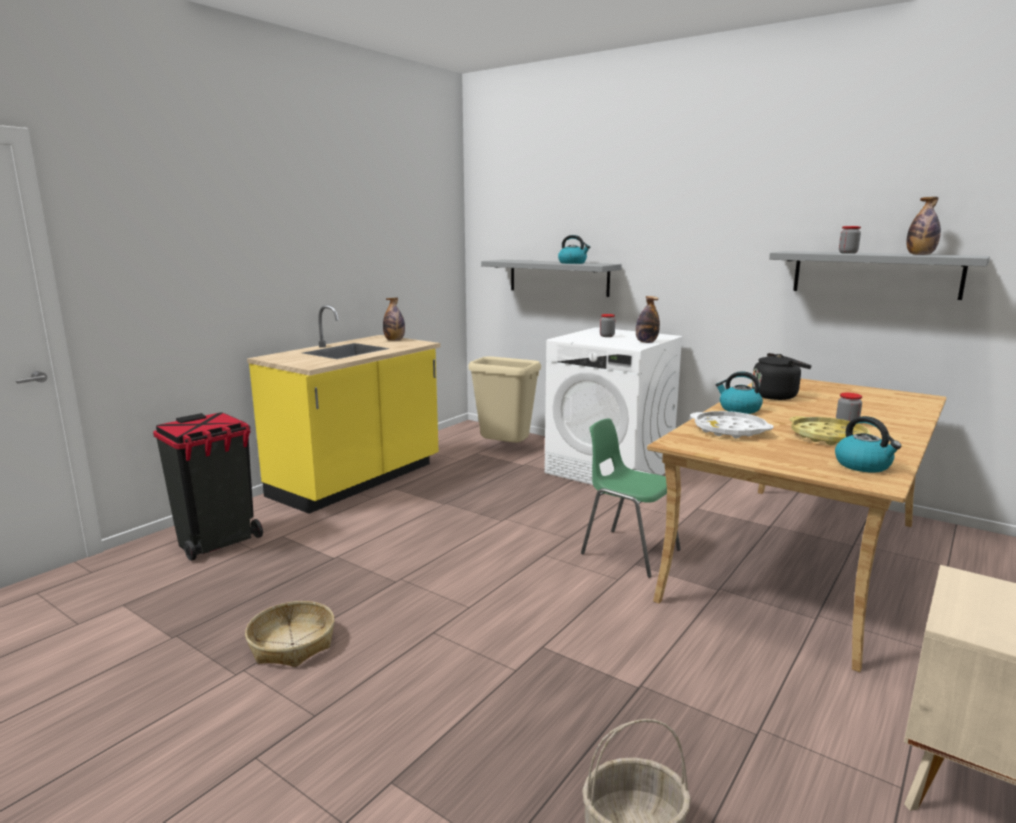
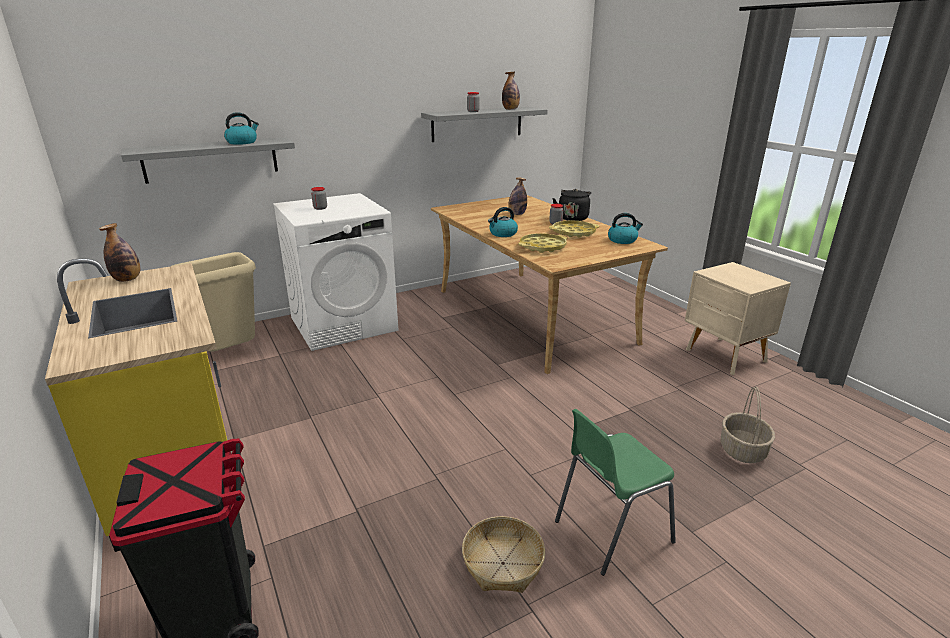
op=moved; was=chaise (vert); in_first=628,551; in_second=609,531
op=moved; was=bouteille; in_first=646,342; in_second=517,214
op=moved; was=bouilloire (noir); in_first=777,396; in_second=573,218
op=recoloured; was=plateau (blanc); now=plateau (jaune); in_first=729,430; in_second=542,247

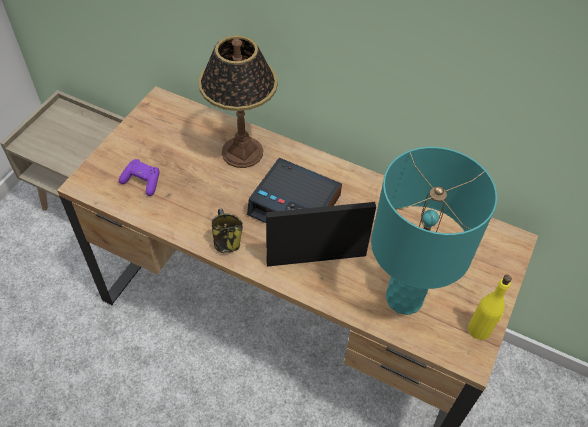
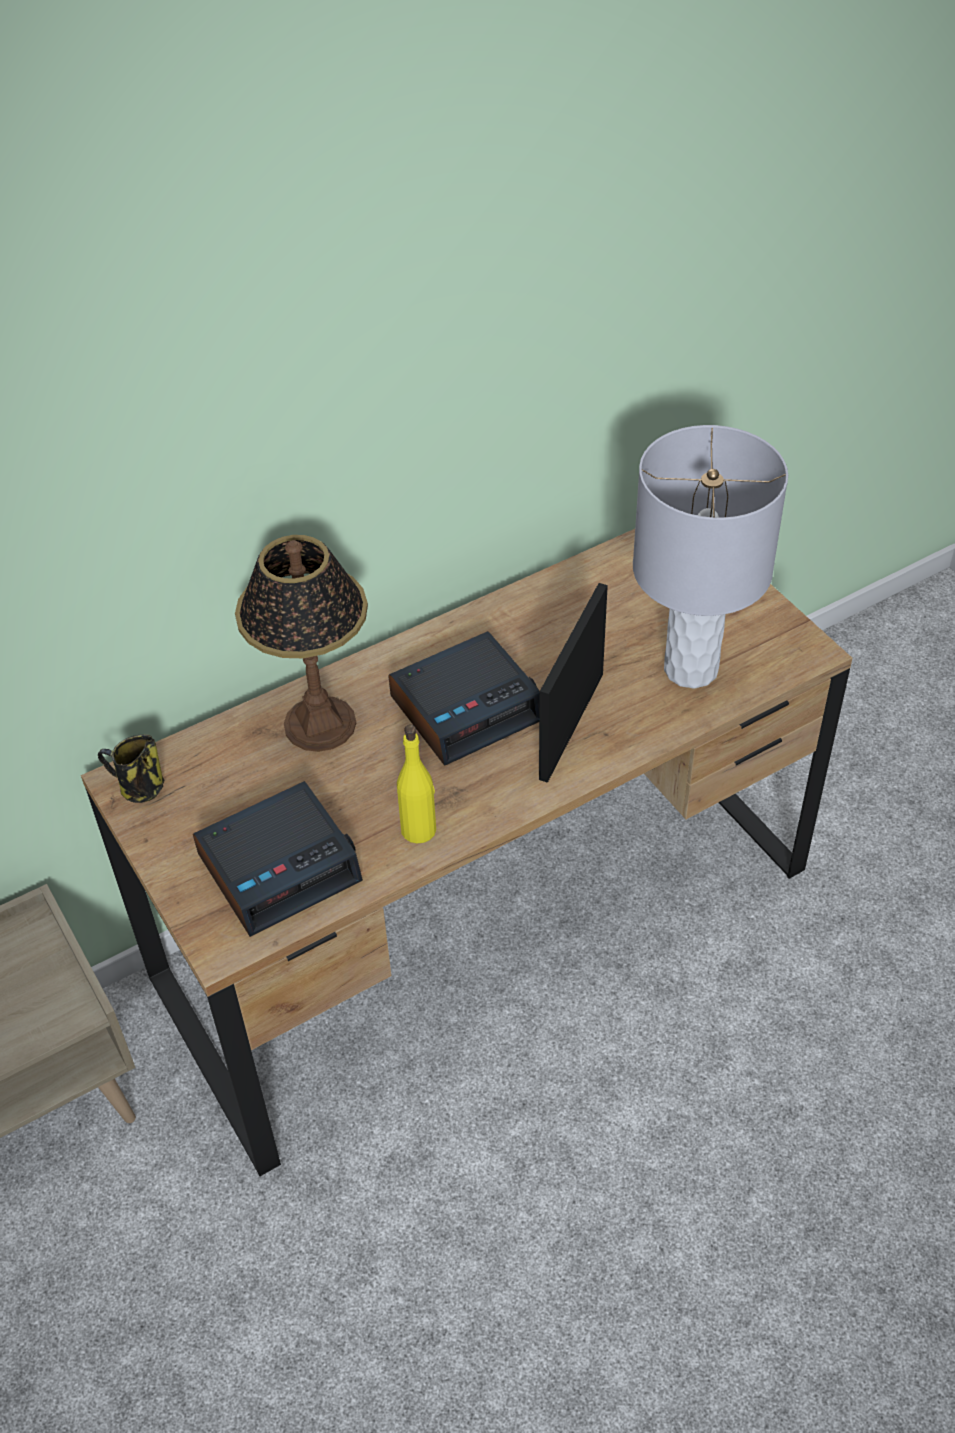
op=moved; was=mug; in_first=226,242; in_second=140,788
op=moved; was=bouteille (jaune); in_first=479,329; in_second=419,829
op=replaced; was=manette (violet); now=réveil; in_first=142,182; in_second=280,866
op=recoloured; was=lampe de table (turquoise); now=lampe de table (gris); in_first=404,299; in_second=691,669

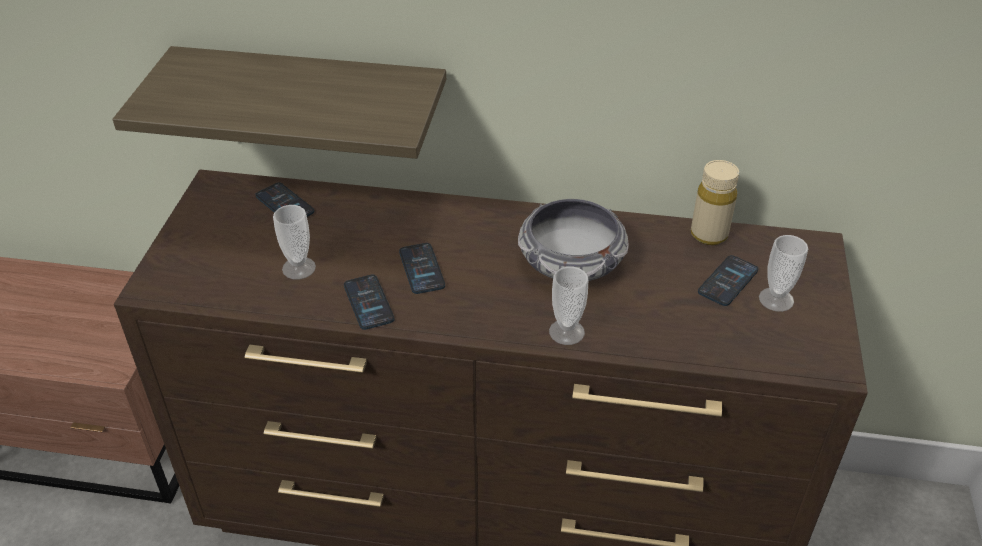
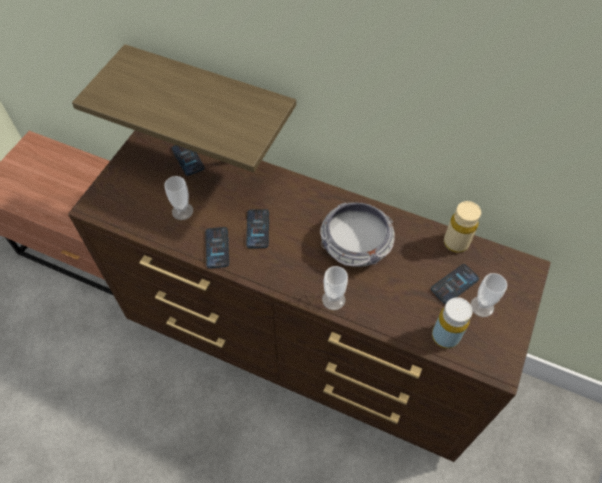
op=added; now=bouteille (jaune); in_second=445,336

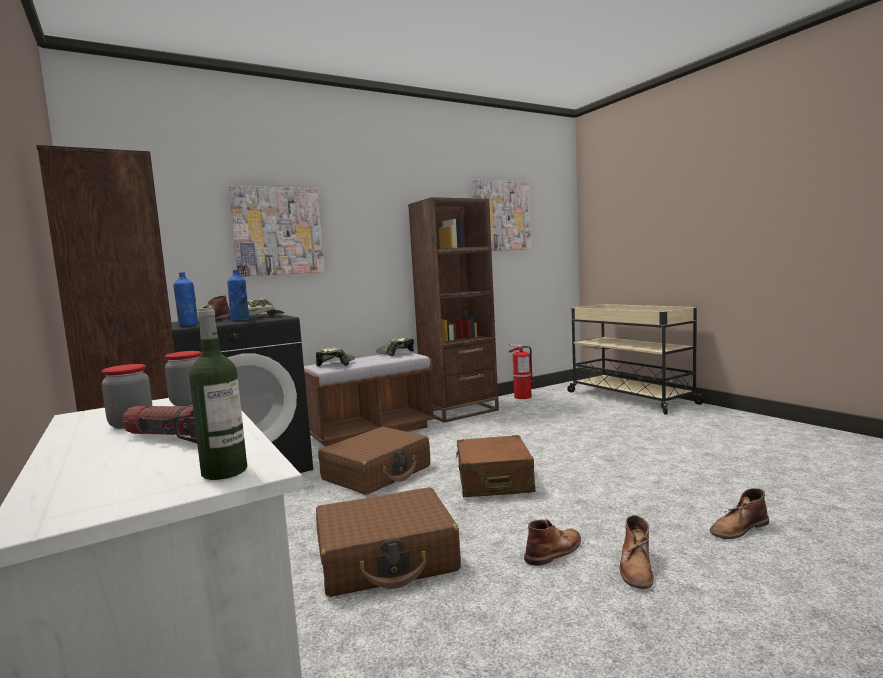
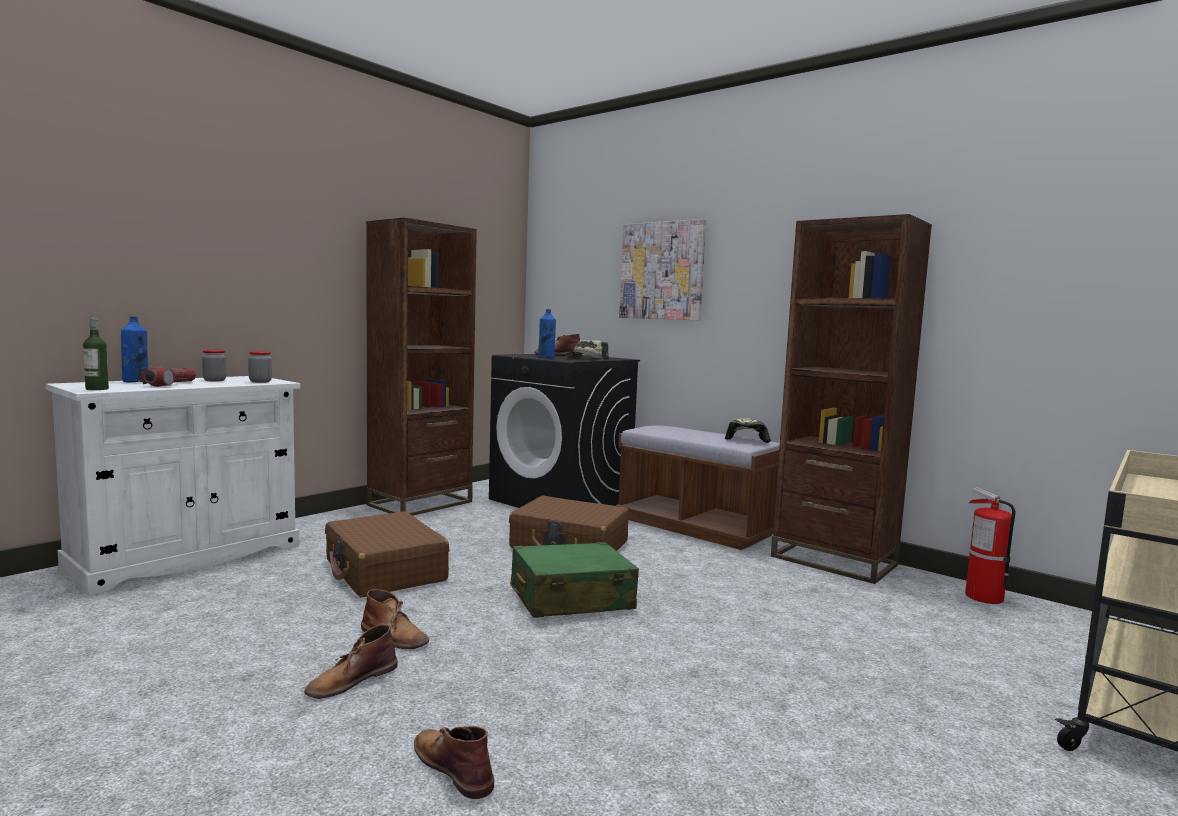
op=removed; was=casquette; in_first=336,364
op=removed; was=tableau; in_first=501,216
op=moved; was=bouteille (bleu); in_first=188,326; in_second=136,382
op=recoloured; was=valise (marron); now=valise (vert); in_first=494,481; in_second=570,599
op=turned; was=botte (marron); in_first=636,567; in_second=351,680; clockwise=-45

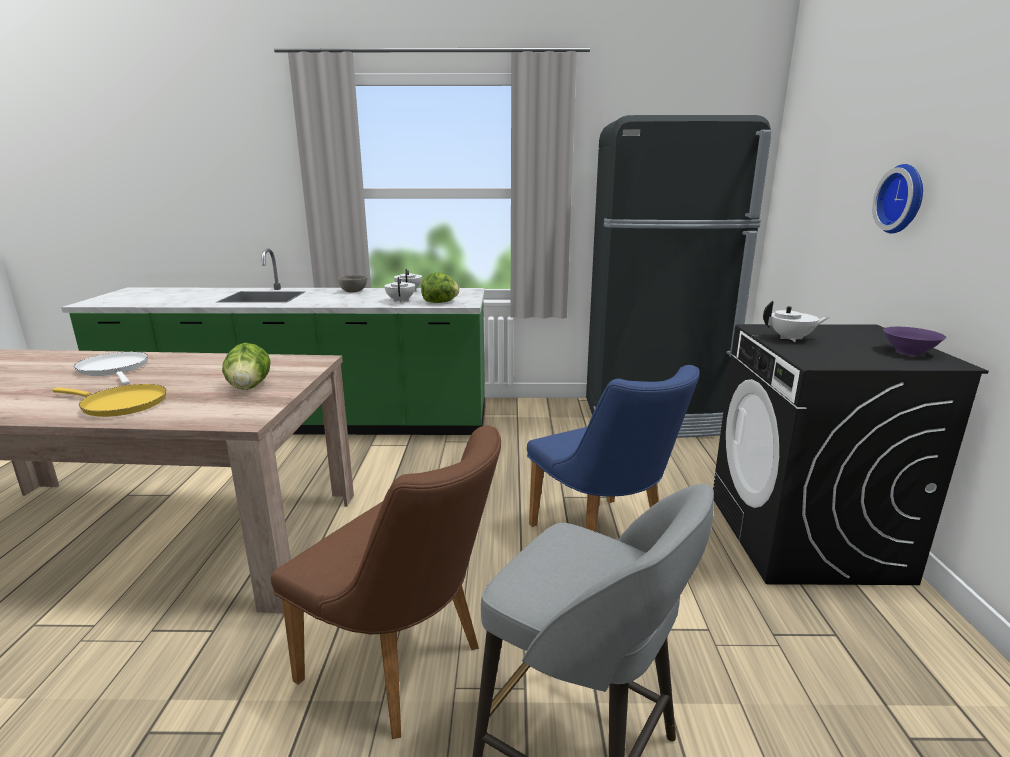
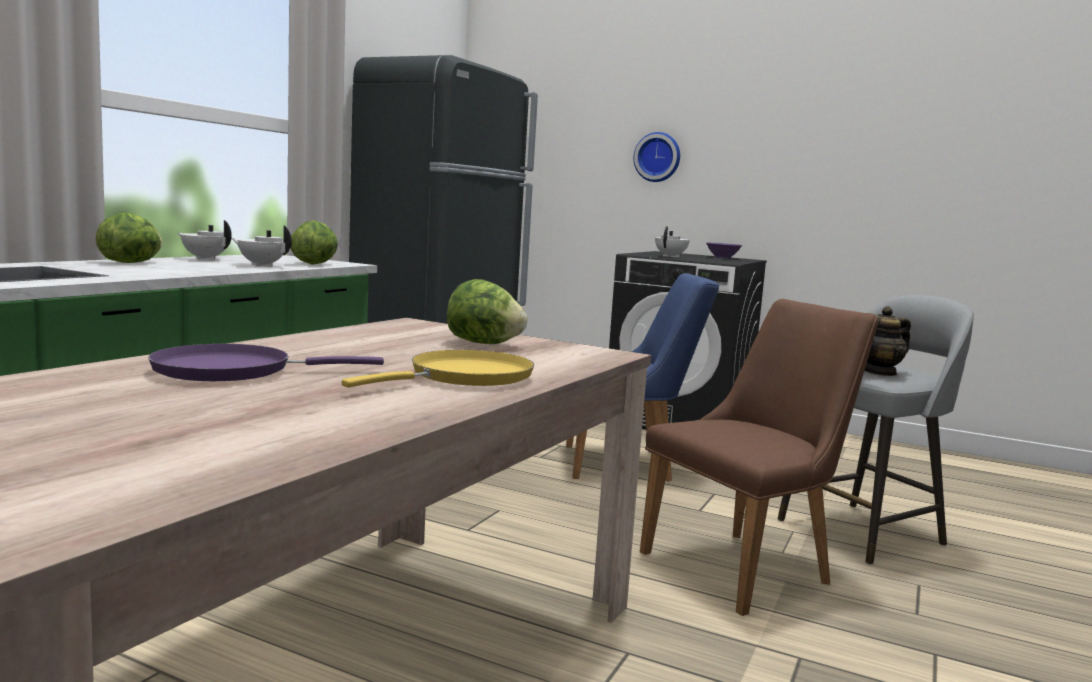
op=added; now=théière; in_second=879,372
op=replaced; was=bol (gris); now=laitue; in_first=353,292; in_second=131,262
op=recoloured; was=poêle (blanc); now=poêle (violet); in_first=114,369; in_second=233,371

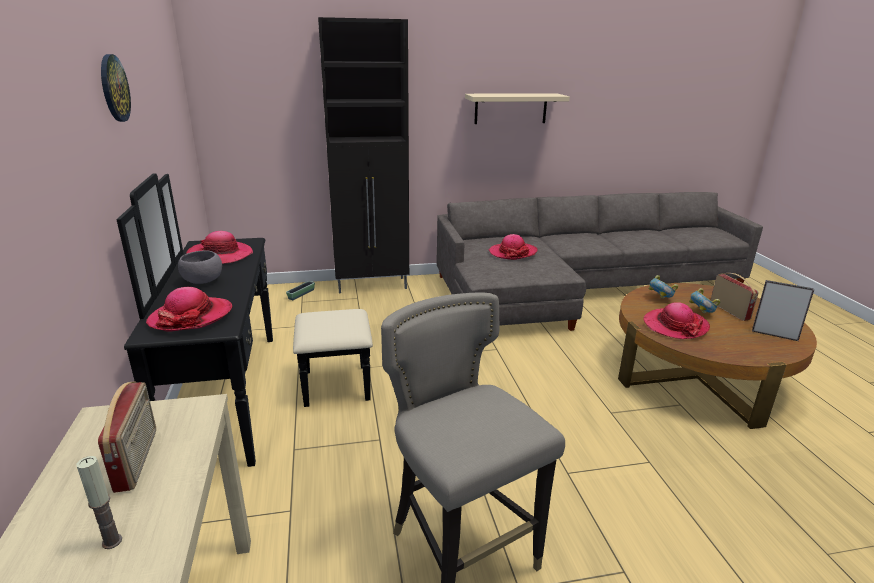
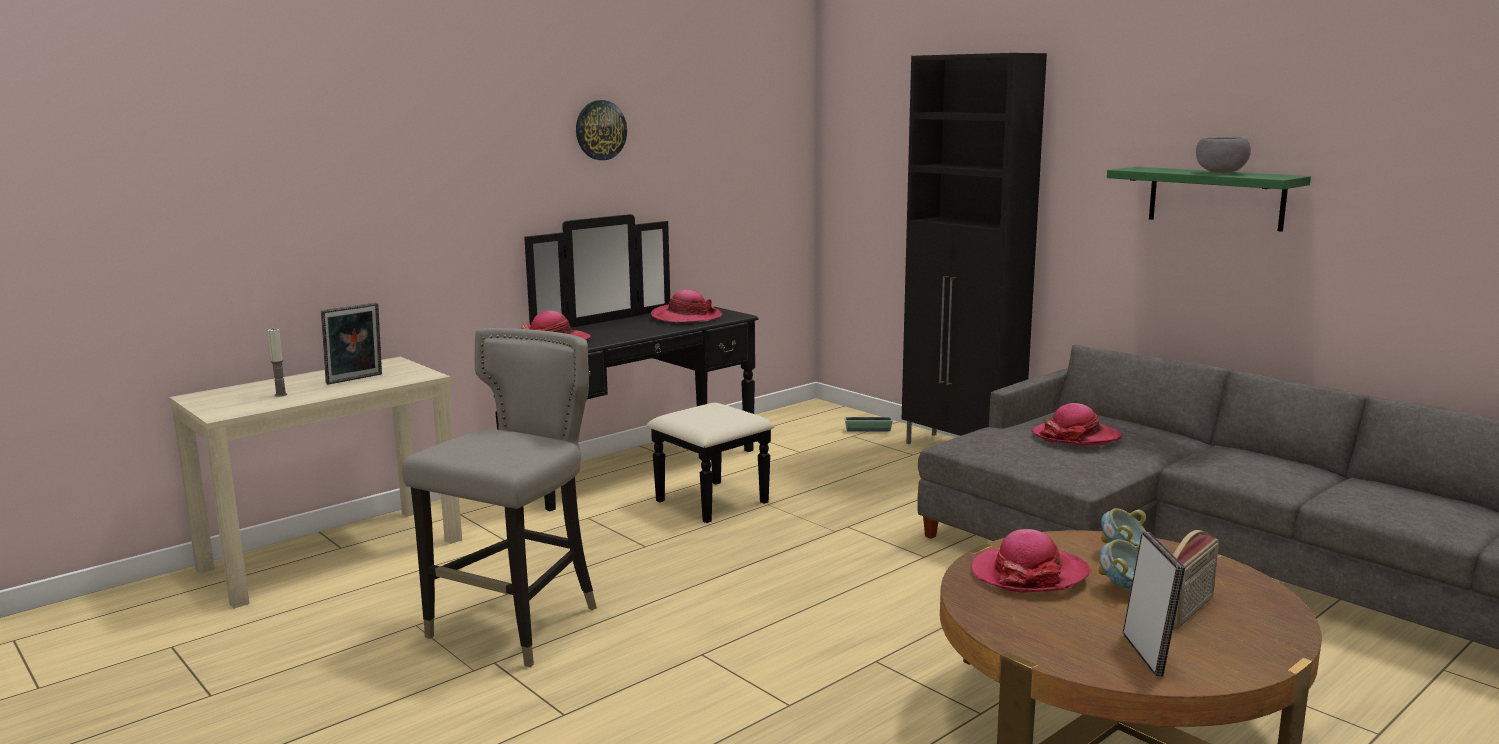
op=moved; was=bol (gris); in_first=203,281; in_second=1221,173
op=replaced; was=radio; now=cadre photo; in_first=138,459; in_second=355,379
op=recoloured; was=étagère (beige); now=étagère (vert); in_first=510,108; in_second=1215,198

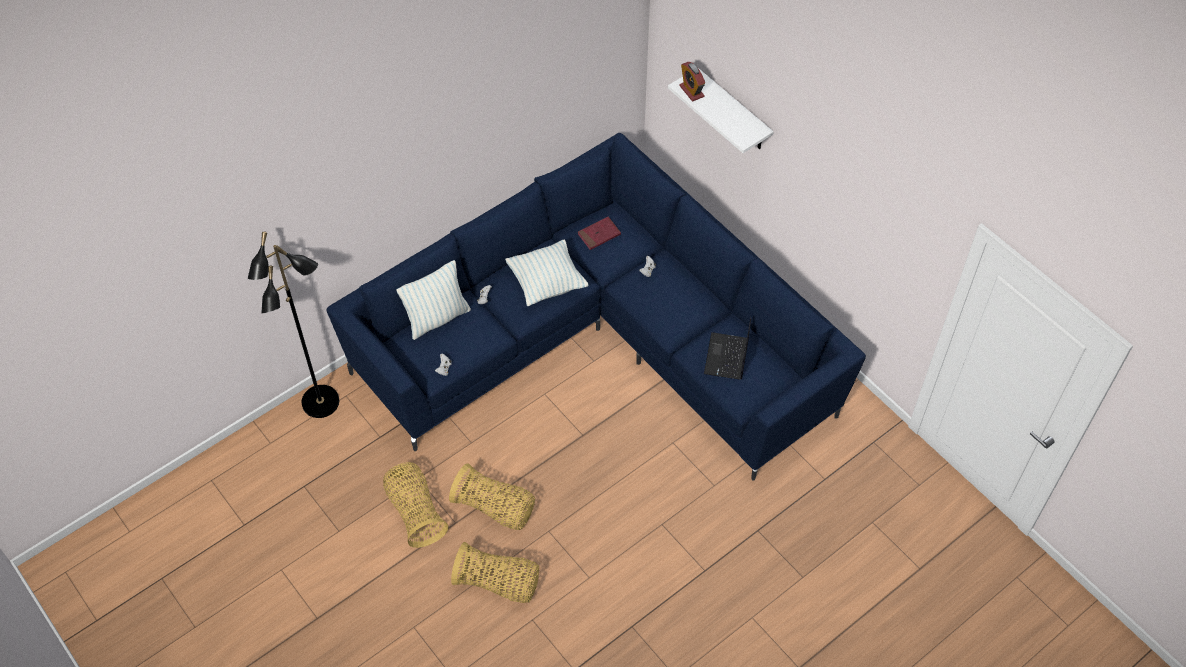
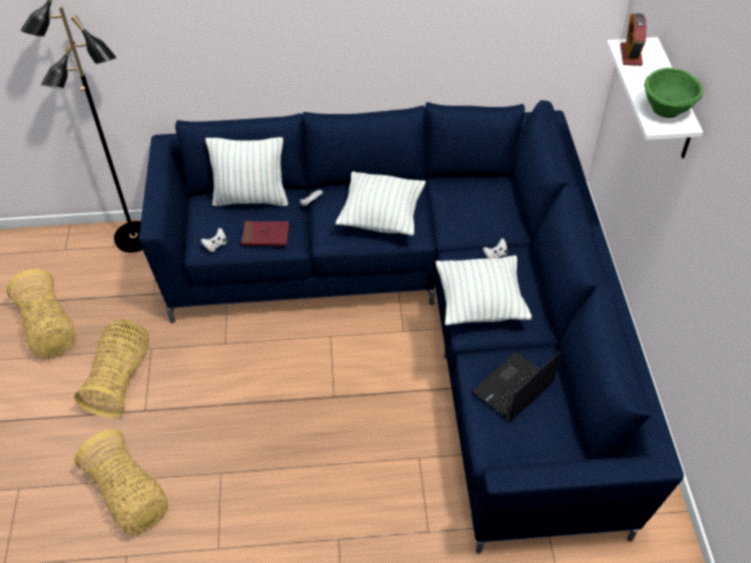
op=added; now=coussin; in_second=480,304
op=added; now=bol (vert); in_second=667,110
op=moved; was=panier; in_first=495,508; in_second=49,329
op=moved; was=livre (rouge); in_first=599,235; in_second=265,235

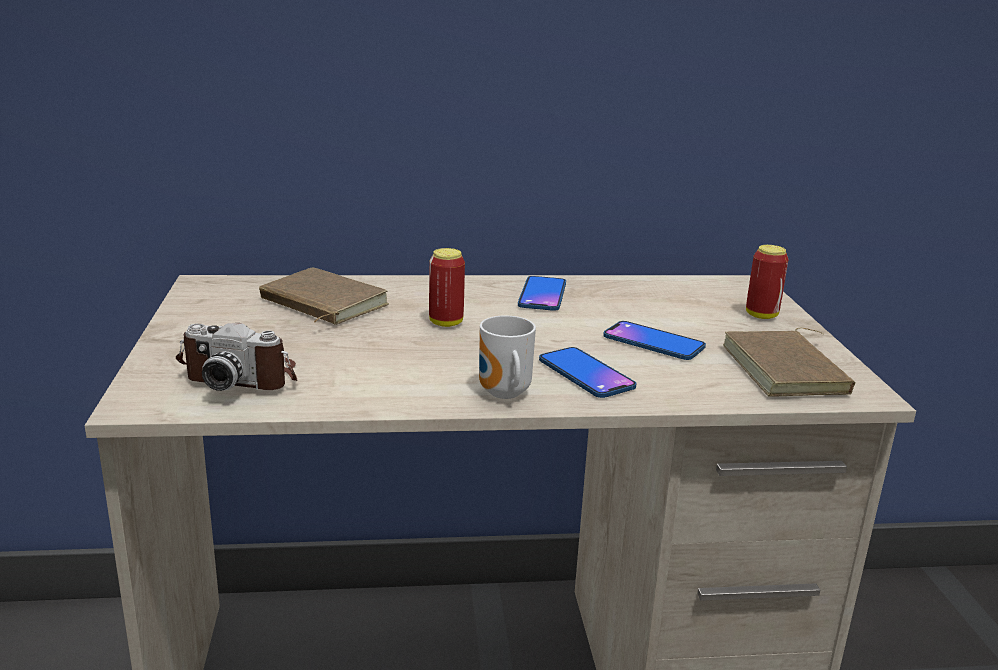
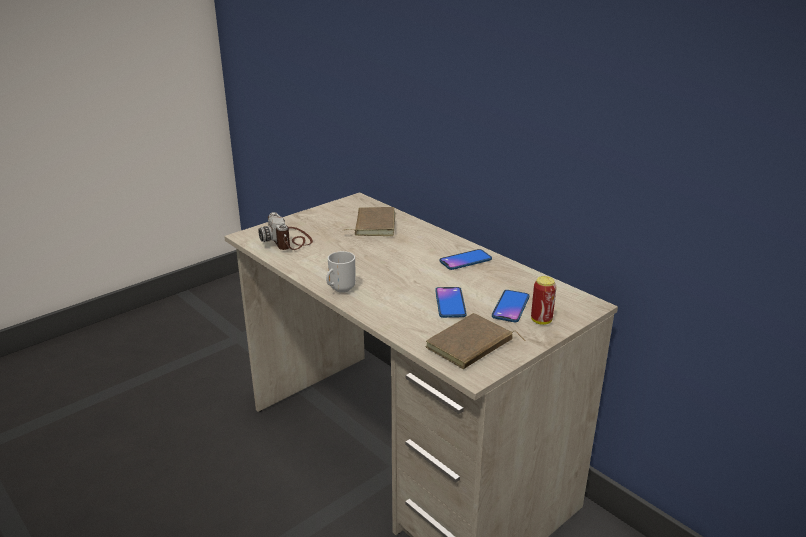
op=removed; was=boîte métallique; in_first=446,323
op=moved; was=téléphone; in_first=586,374; in_second=510,307

